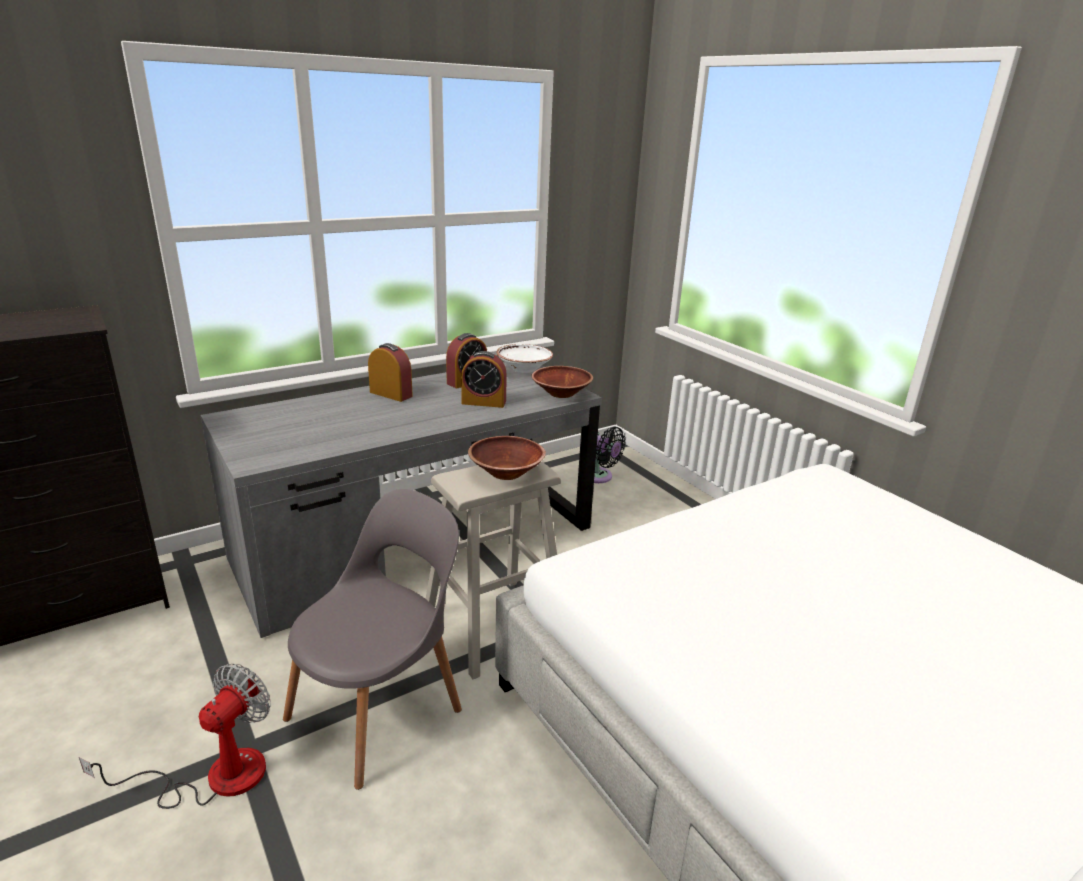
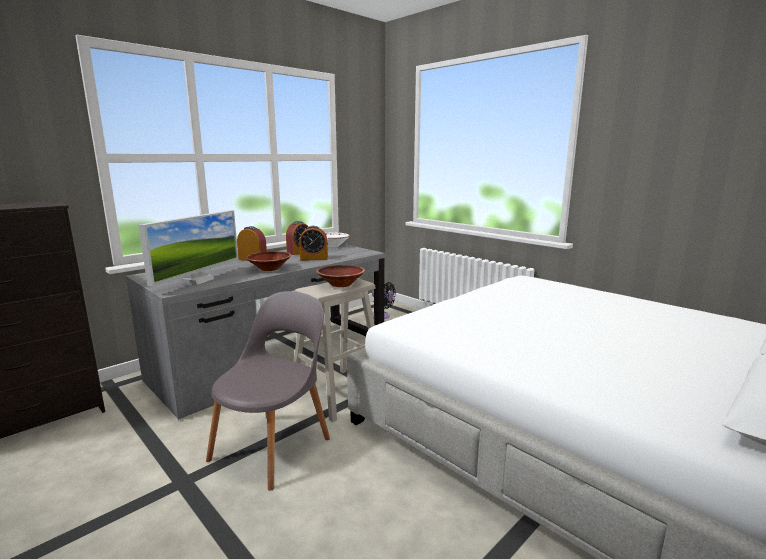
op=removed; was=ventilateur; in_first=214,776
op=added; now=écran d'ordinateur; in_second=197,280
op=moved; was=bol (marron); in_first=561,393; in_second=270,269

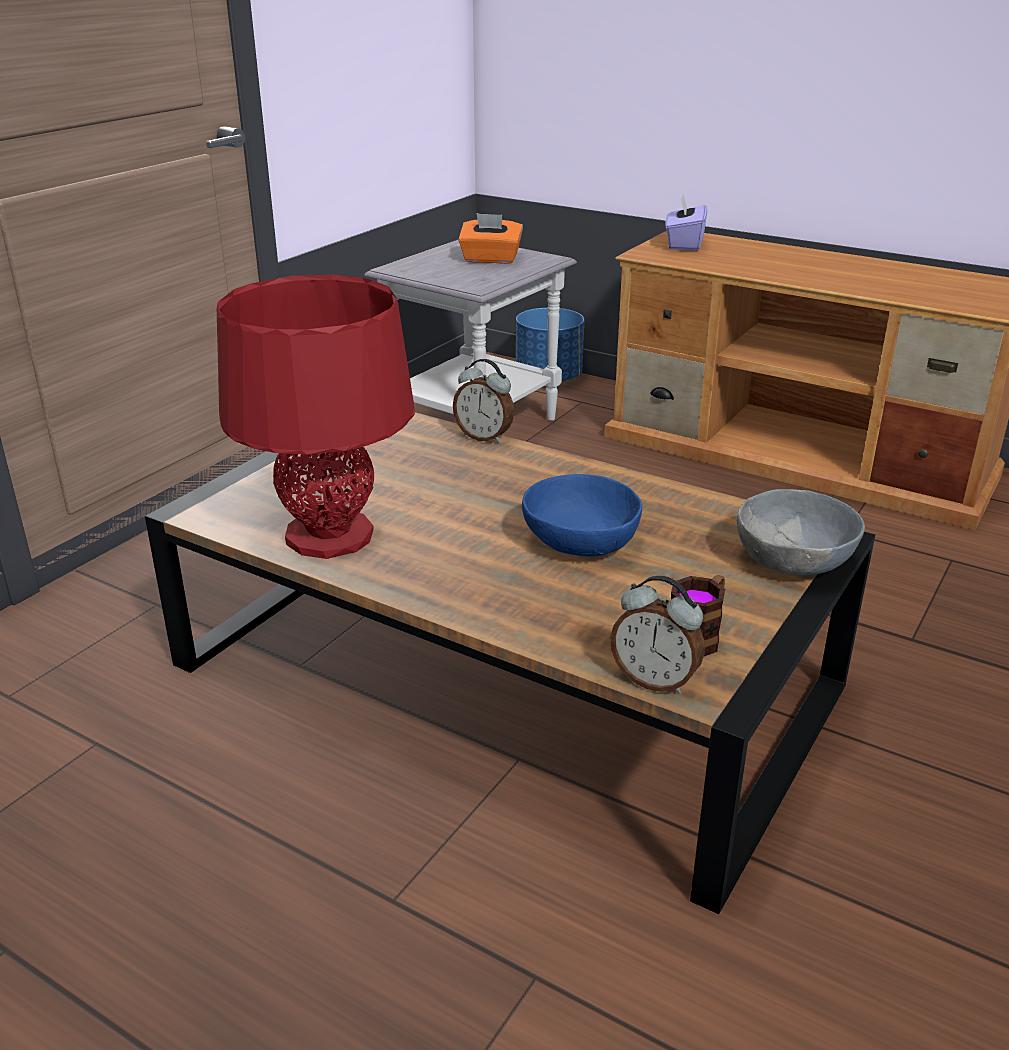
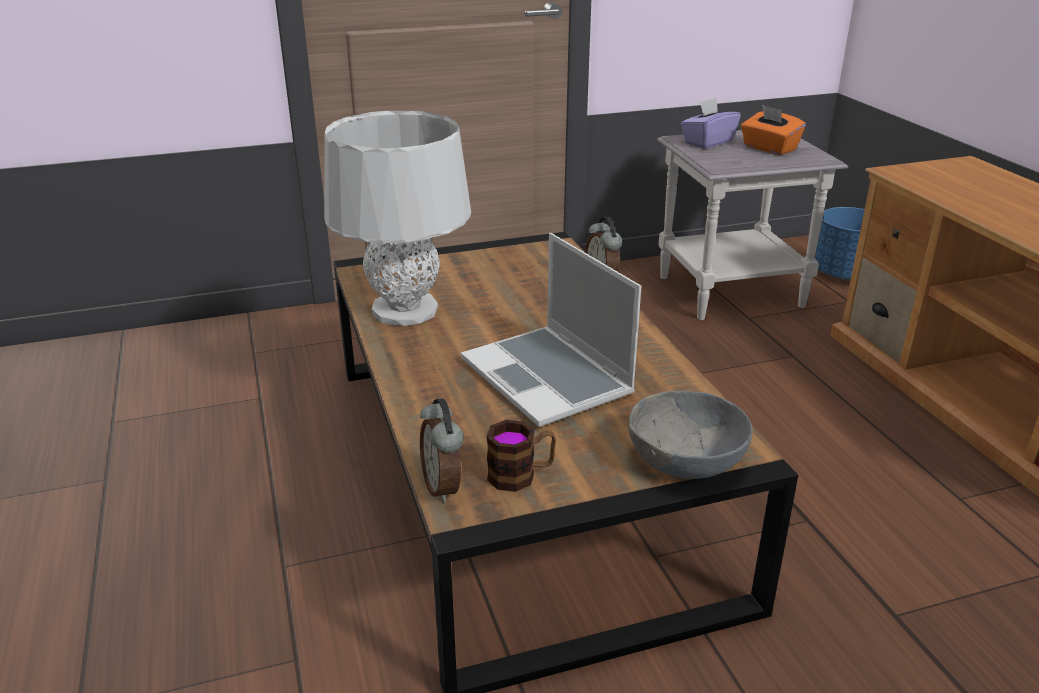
op=moved; was=boîte à mouchoirs (violet); in_first=684,244; in_second=708,142
op=replaced; was=bol (bleu); now=ordinateur portable; in_first=581,542; in_second=549,378
op=recoloured; was=lampe de table (rouge); now=lampe de table (gris); in_first=329,535; in_second=405,310

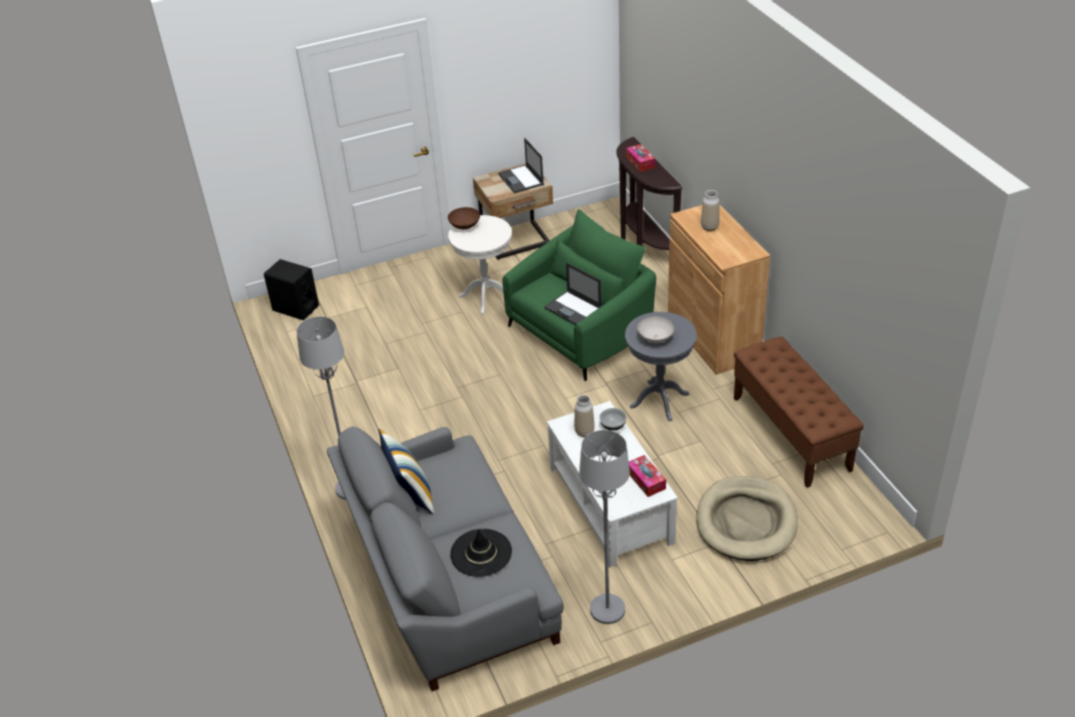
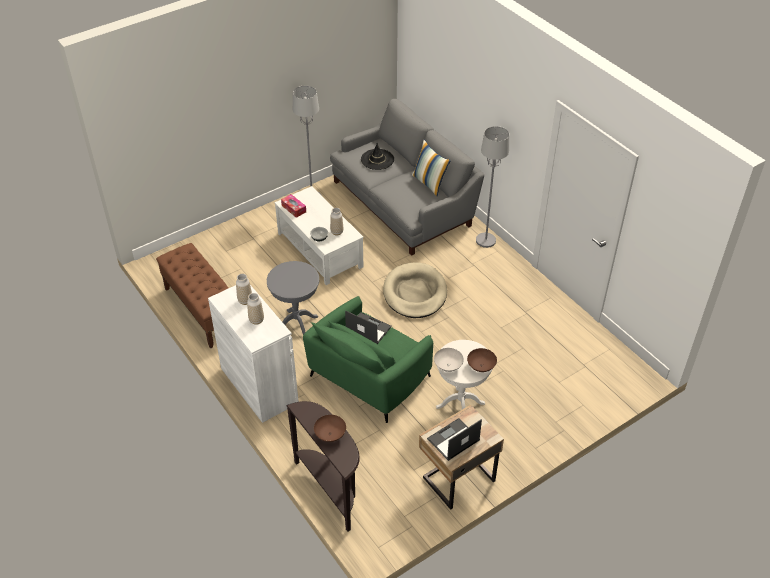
op=removed; was=enceinte (noir); in_first=295,308
op=added; now=vase; in_second=245,301
op=moved; was=bol (blanc); in_first=655,338; in_second=448,366
op=moved; was=panier pour chien (beige); in_first=746,522; in_second=415,293
op=replaced; was=boîte à mouchoirs; now=bol (marron); in_first=640,162; in_second=330,435
op=recoloured; was=meuble de rangement (marron); now=meuble de rangement (blanc); in_first=713,337; in_second=259,385
op=turned; was=ordinateur portable; in_first=521,179; in_second=453,440; clockwise=-90

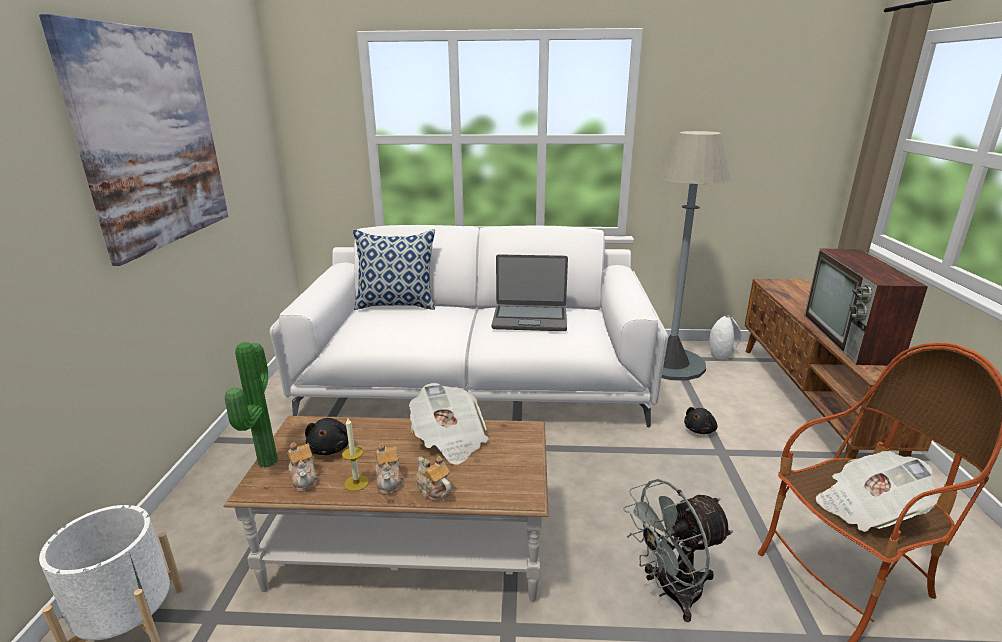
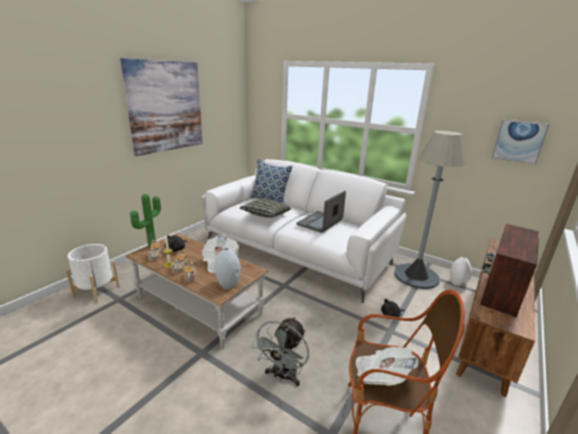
op=added; now=vase (gris); in_second=227,284
op=added; now=coussin; in_second=265,216
op=added; now=tableau; in_second=519,141
op=turned; was=ordinateur portable; in_first=530,319; in_second=320,223; clockwise=90
op=turned; was=ventilateur (gris); in_first=670,592; in_second=283,376; clockwise=-75

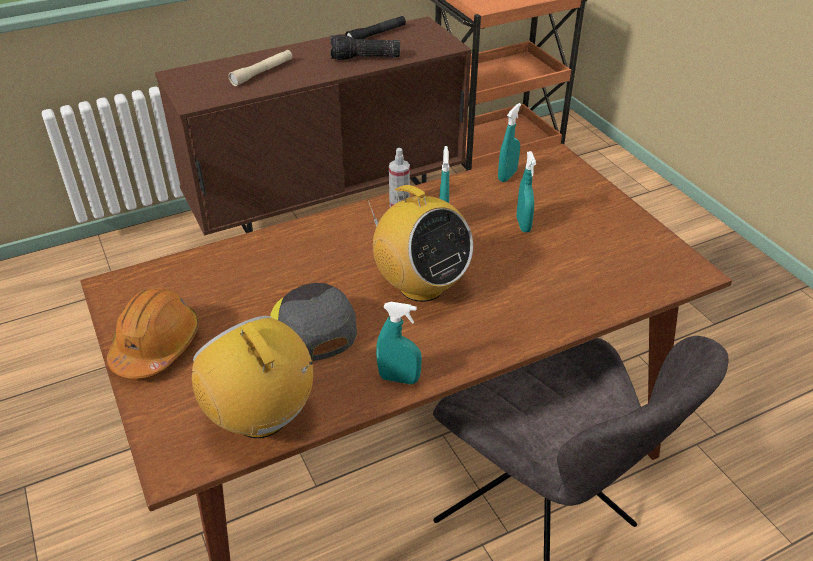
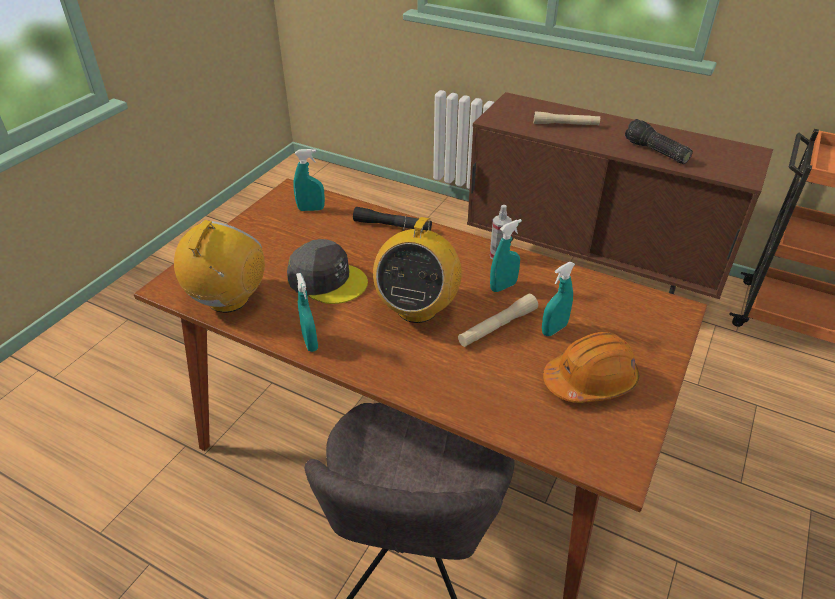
op=added; now=lampe de poche (beige); in_second=497,326
op=moved; was=casque de chantier (orange); in_first=156,345; in_second=590,380
op=moved; was=lampe de poche (noir); in_first=376,35; in_second=392,226
op=moved; was=vaporisateur (turquoise); in_first=507,176; in_second=311,209
op=turned; was=casquette (gris); in_first=312,326; in_second=327,280; clockwise=90

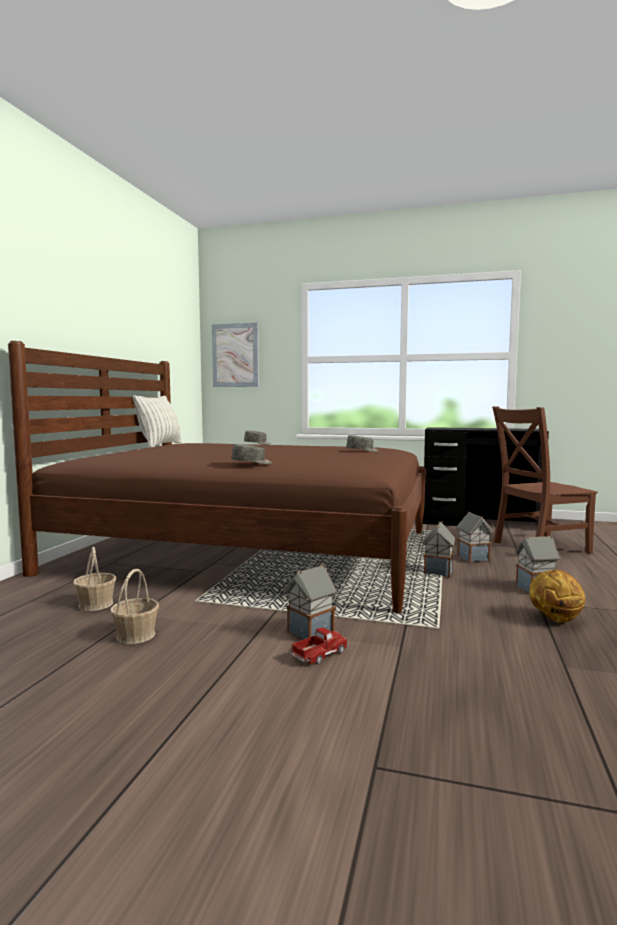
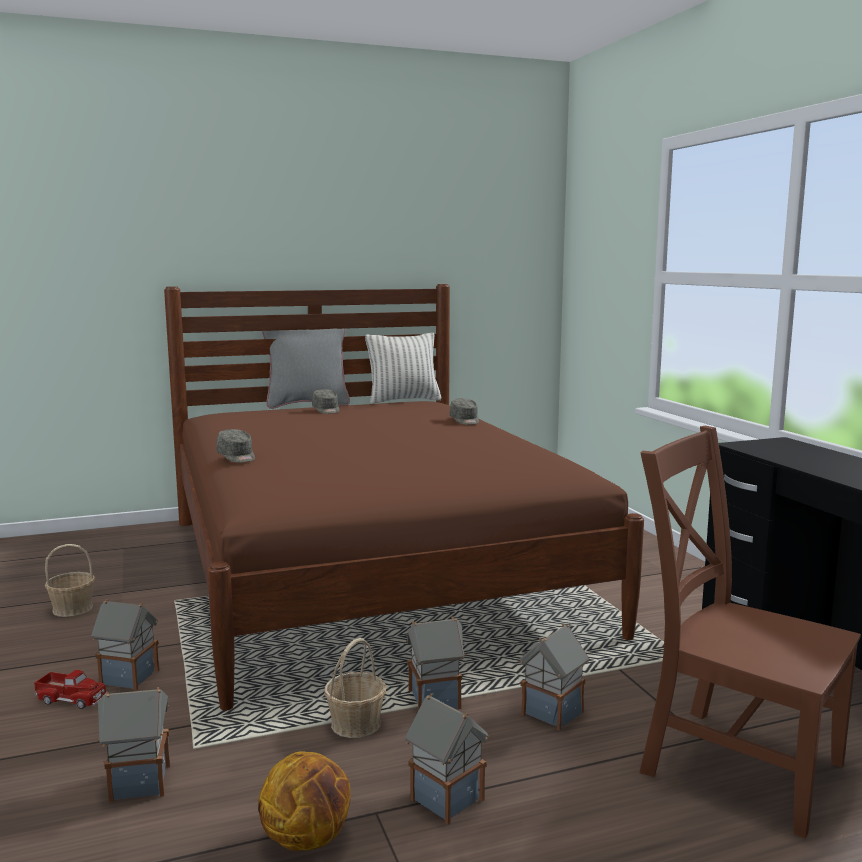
op=removed; was=tableau; in_first=235,355
op=added; now=maison miniature; in_second=138,783
op=added; now=coussin (gris); in_second=307,405
op=moved; was=panier; in_first=96,604; in_second=356,724
op=moved; was=casquette (gris); in_first=362,451; in_second=326,410

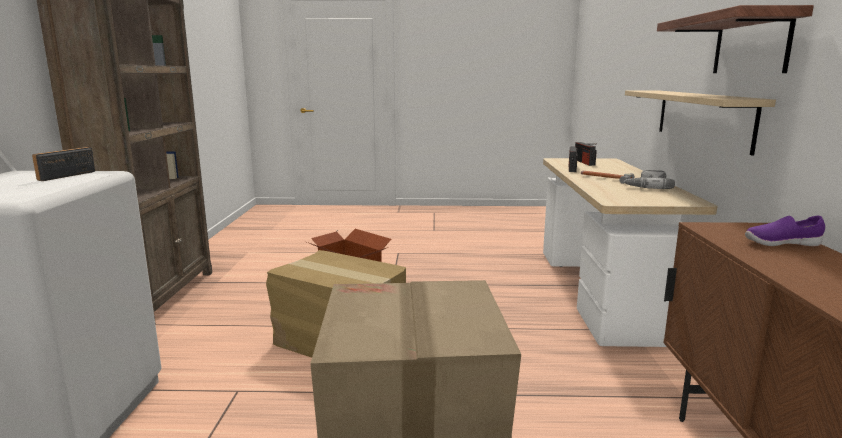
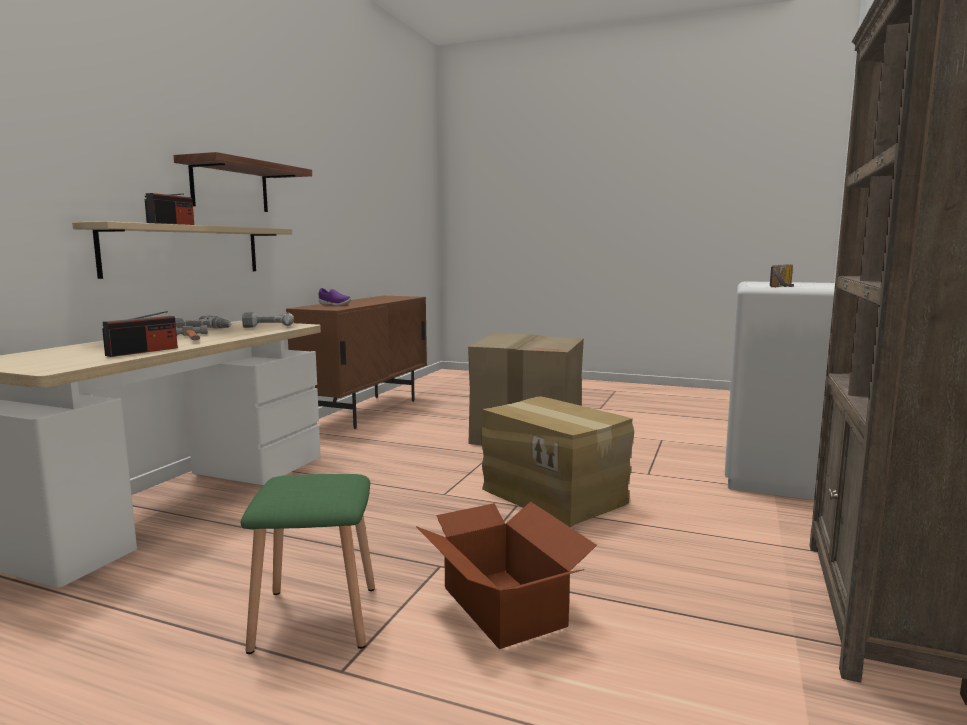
op=added; now=tabouret (vert); in_second=315,616
op=added; now=perceuse; in_second=268,327
op=moved; was=radio; in_first=584,162; in_second=171,224

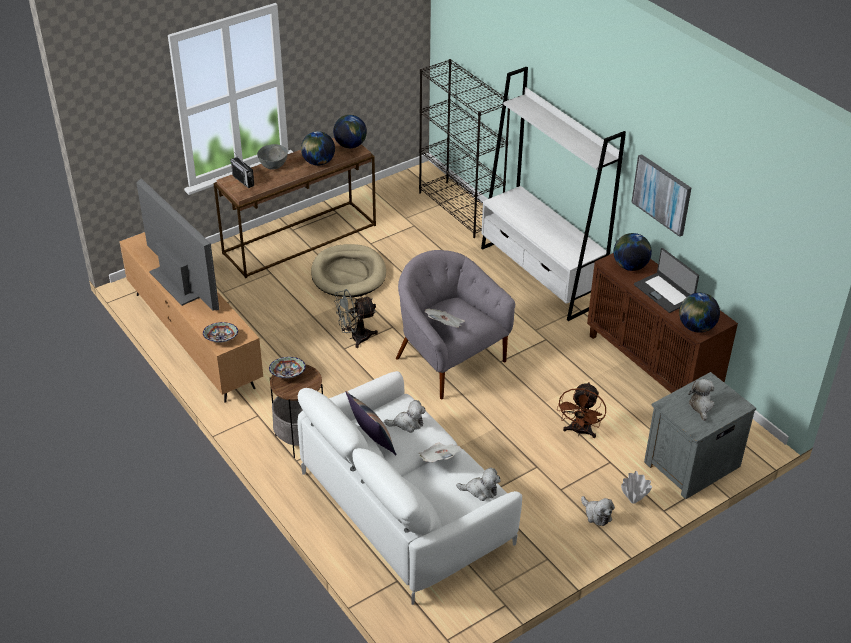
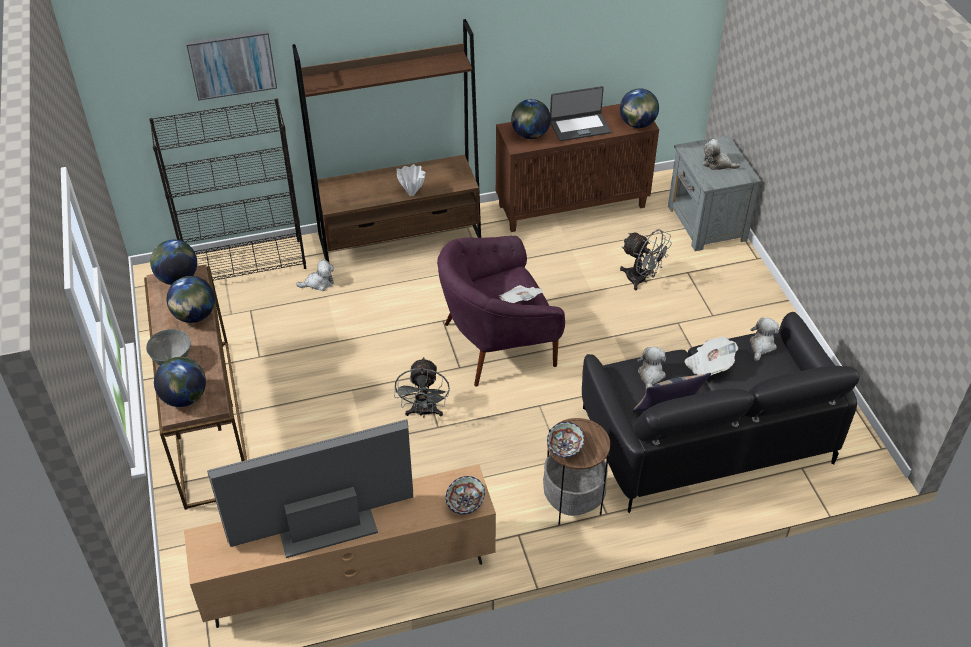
op=removed; was=panier pour chien (beige); in_first=348,274
op=moved; was=peluche; in_first=596,514; in_second=318,283
op=moved; was=vase (blanc); in_first=633,501; in_second=412,194
op=moved; was=tableau; in_first=662,194; in_second=232,64
op=replaced; was=radio; now=globe; in_first=243,180; in_second=184,397
op=recoloured; was=canapé (blanc); now=canapé (noir); in_first=406,508; in_second=705,435
op=recoloured; was=fauteuil (gris); now=fauteuil (violet); in_first=449,360; in_second=498,343
op=recoloured; was=bibliothèque (blanc); now=bibliothèque (marron); in_first=540,276; in_second=400,237
op=recoloured; was=ventilateur (marron); now=ventilateur (gris); in_first=579,432; in_second=641,279

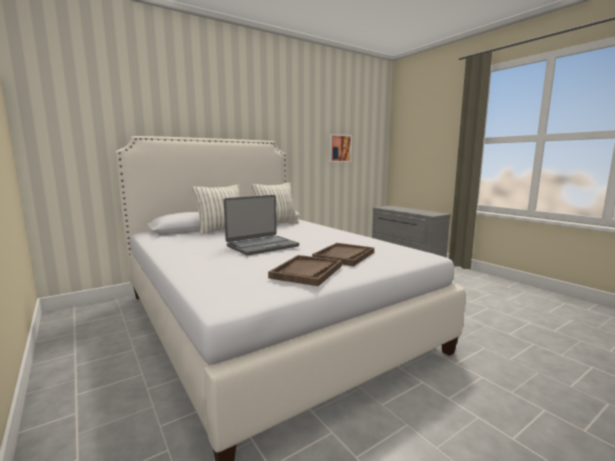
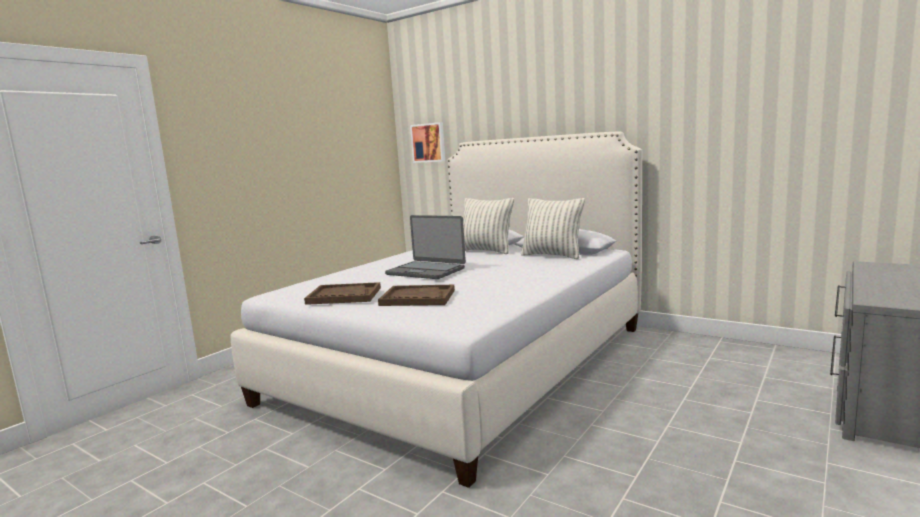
op=moved; was=tableau; in_first=339,148; in_second=429,142

